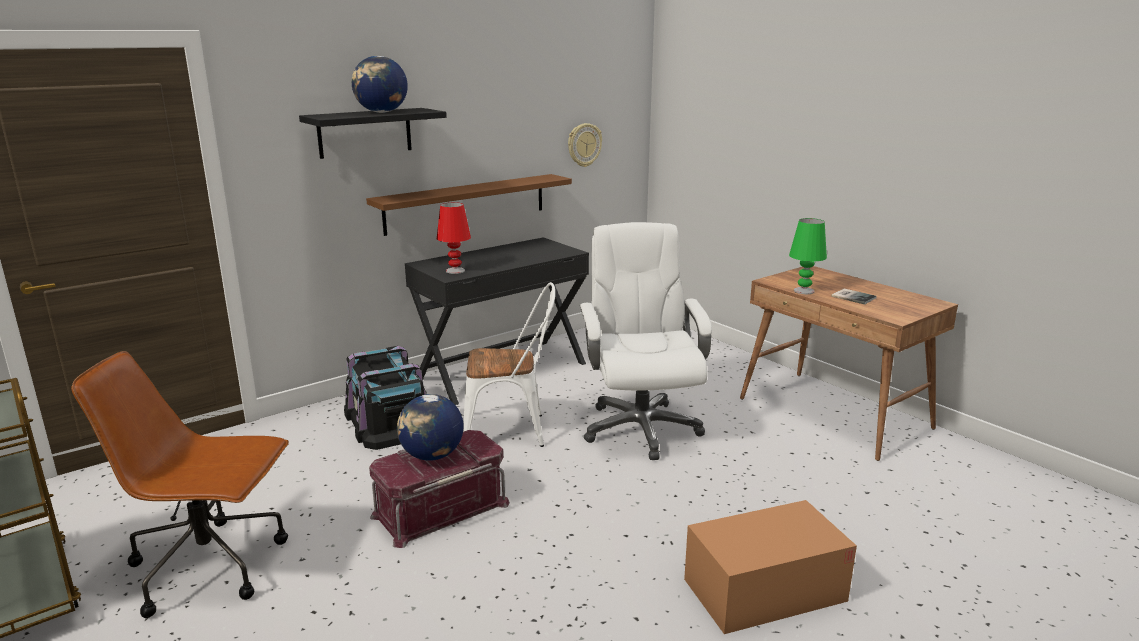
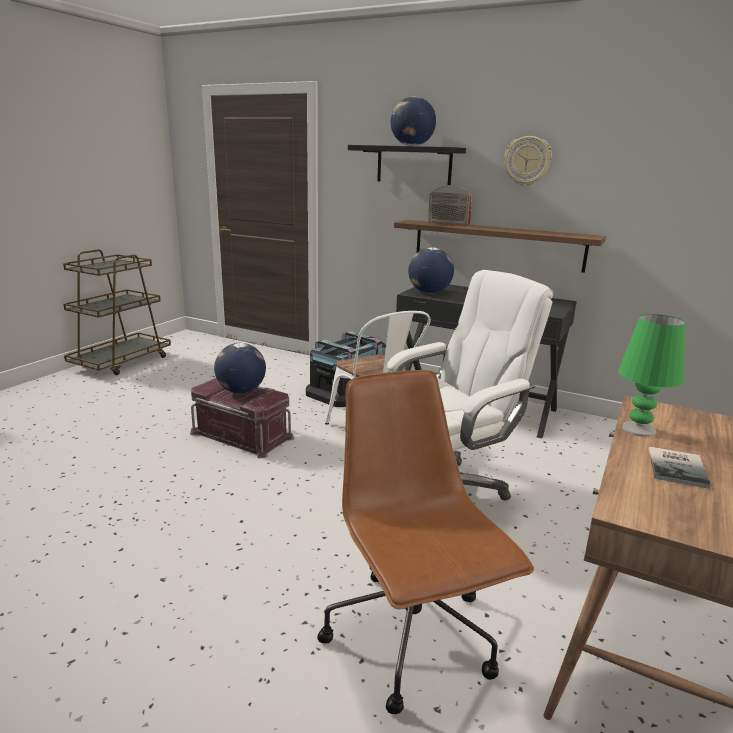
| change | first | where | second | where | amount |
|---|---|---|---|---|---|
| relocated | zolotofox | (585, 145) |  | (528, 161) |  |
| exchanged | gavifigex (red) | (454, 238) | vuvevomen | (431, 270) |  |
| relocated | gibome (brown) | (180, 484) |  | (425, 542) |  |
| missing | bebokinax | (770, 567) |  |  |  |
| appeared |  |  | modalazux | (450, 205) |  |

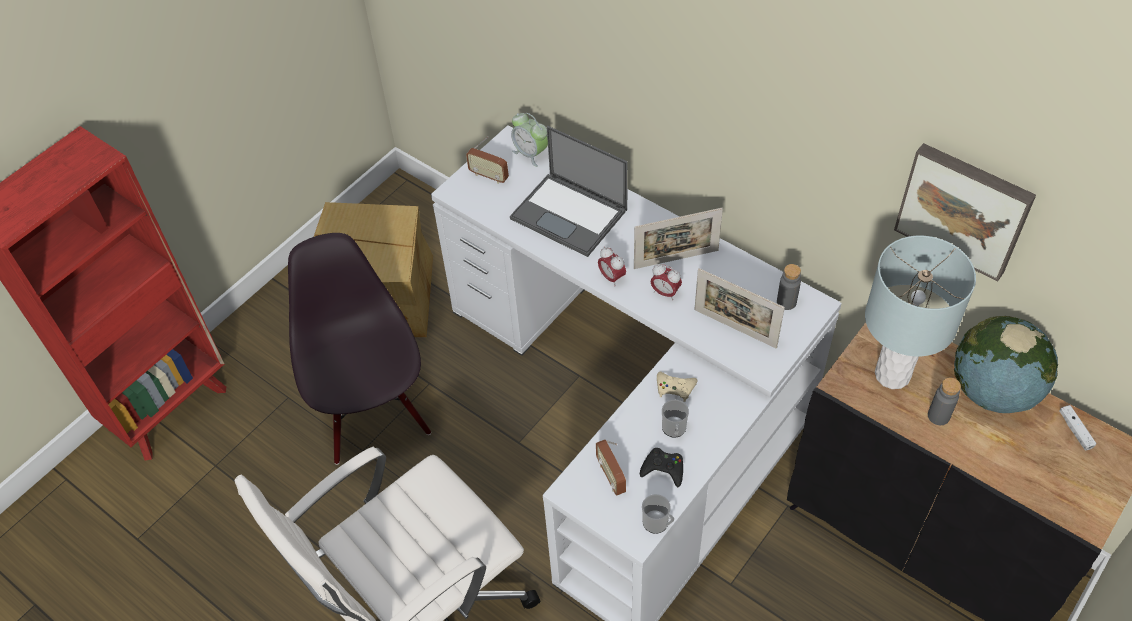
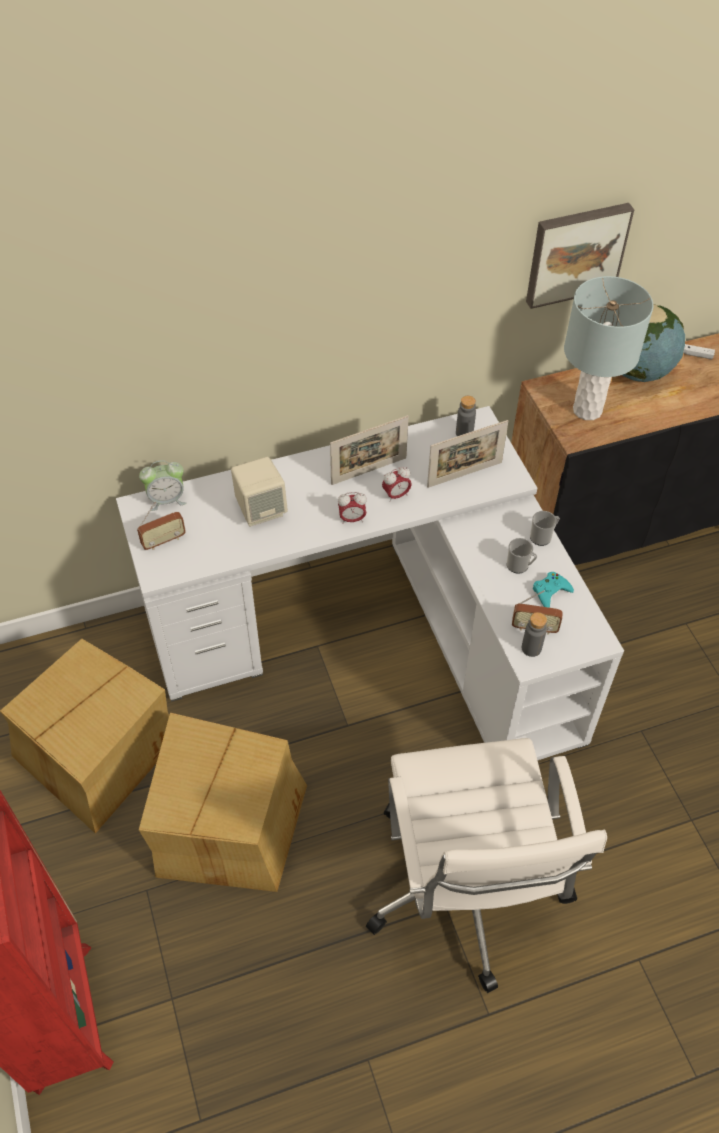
| change | first | where | second | where | amount |
|---|---|---|---|---|---|
| exchanged | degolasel | (569, 191) | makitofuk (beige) | (259, 492) |  |
| spun | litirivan | (678, 238) |  | (369, 450) | 45 degrees clockwise |
| exchanged | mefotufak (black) | (359, 349) | bebokinax | (223, 802) |  |
| missing | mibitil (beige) | (677, 387) |  |  |  |
| relocated | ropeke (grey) | (944, 401) |  | (534, 634) |  |
| colour | mibitil (black) | (661, 467) | mibitil (turquoise) | (553, 590) |  |
| relocated | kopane | (658, 514) |  | (545, 528) |  |

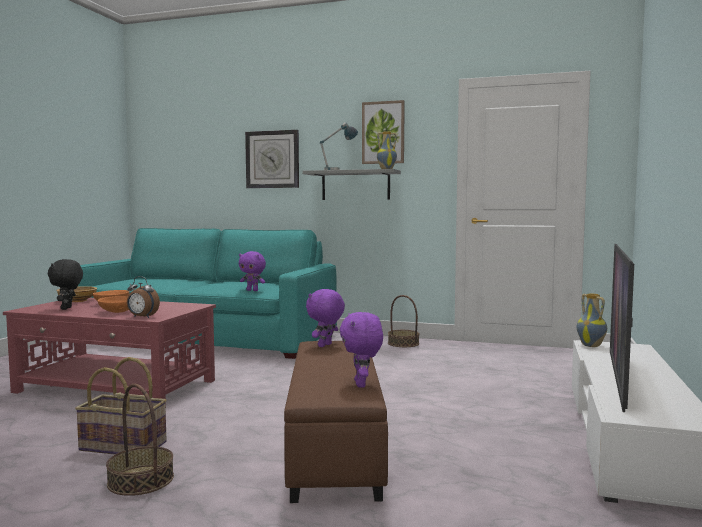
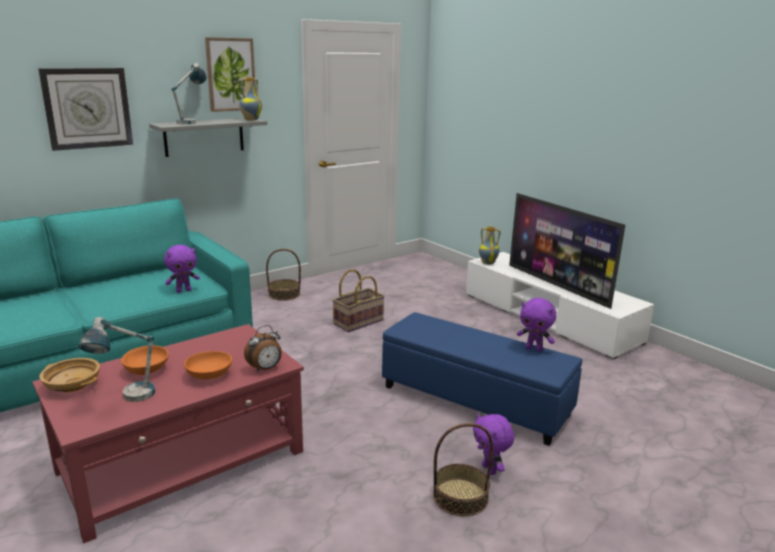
| change | first | where | second | where | amount |
|---|---|---|---|---|---|
| exchanged | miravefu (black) | (65, 284) | gavifigex | (116, 359) |  |
| relocated | miravefu (purple) | (325, 318) |  | (494, 444) |  |
| colour | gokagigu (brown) | (336, 422) | gokagigu (blue) | (482, 379) |  |
| relocated | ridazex | (121, 406) |  | (358, 300) |  |

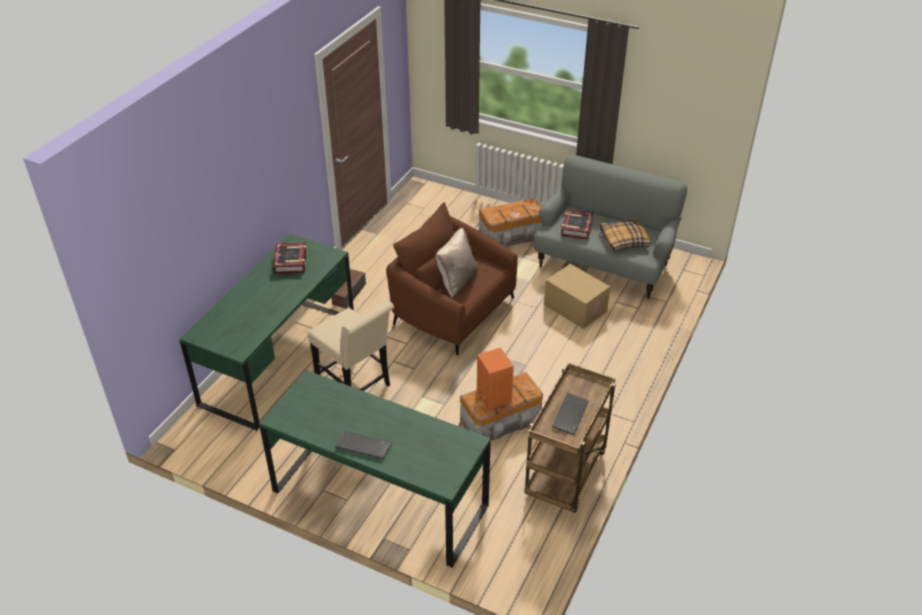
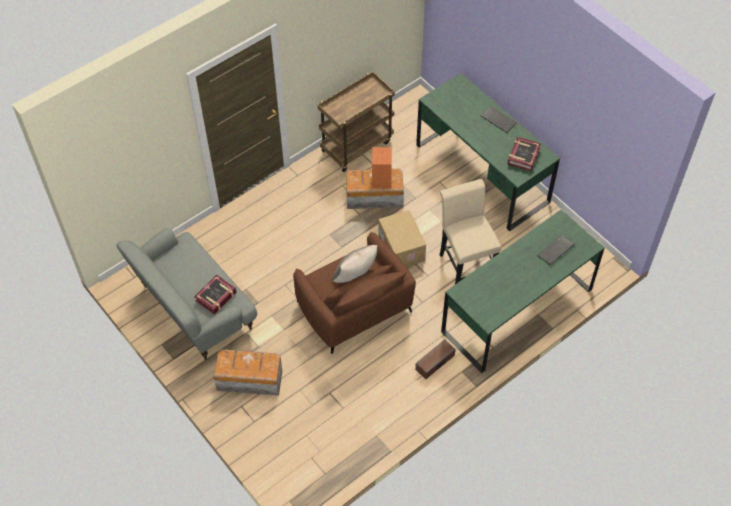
| change | first | where | second | where | amount |
|---|---|---|---|---|---|
| missing | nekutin | (625, 235) |  |  |  |
| relocated | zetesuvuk | (290, 258) |  | (524, 154) |  |
| relocated | bebokinax | (577, 296) |  | (402, 238) |  |
| relocated | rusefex | (570, 414) |  | (556, 250) |  |

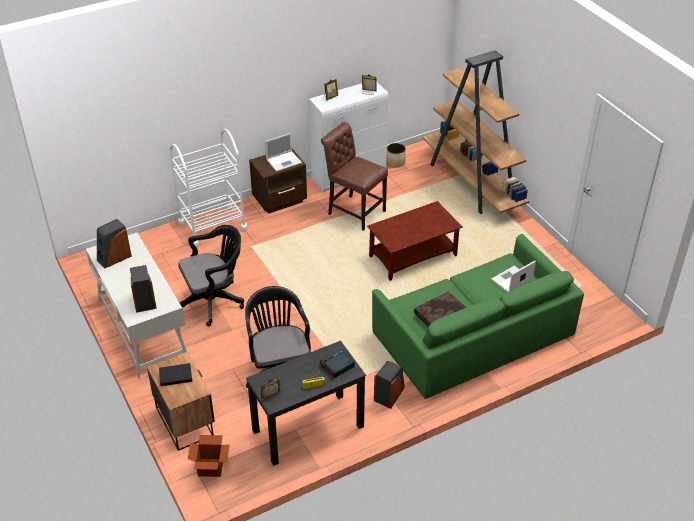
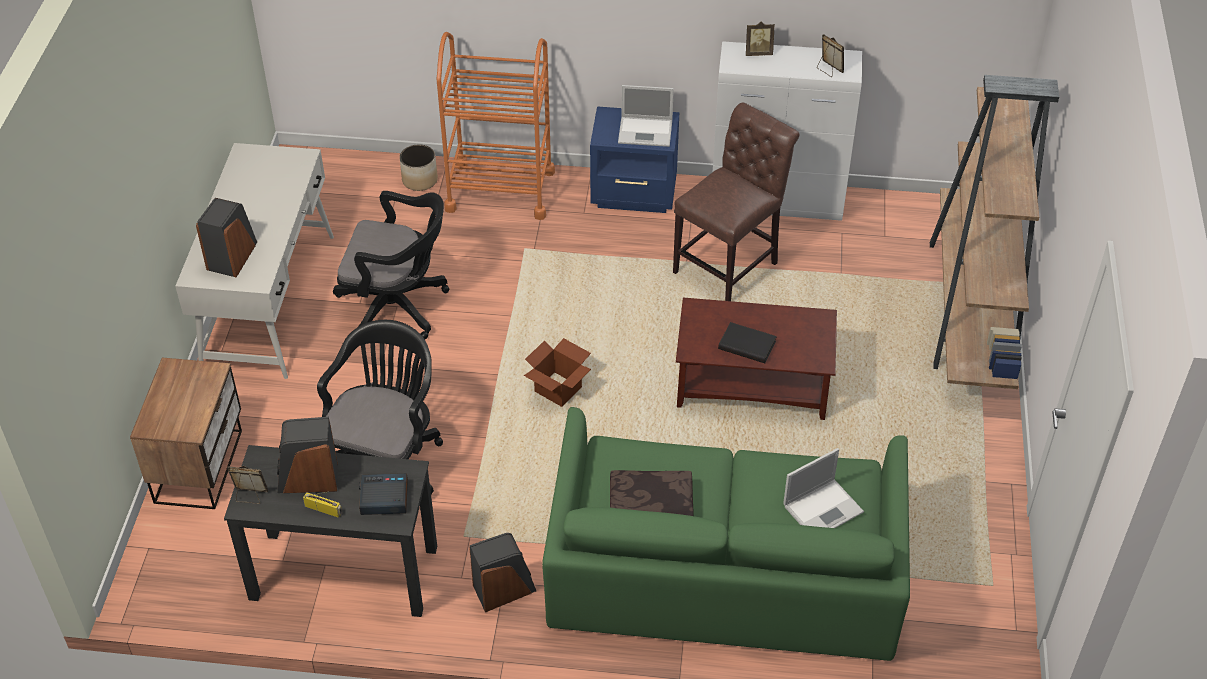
| change | first | where | second | where | amount |
|---|---|---|---|---|---|
| spun | mefotufak (brown) | (354, 176) |  | (736, 201) | 60 degrees clockwise |
| colour | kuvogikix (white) | (208, 188) | kuvogikix (orange) | (496, 126) |  |
| relocated | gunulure | (396, 155) |  | (419, 168) |  |
| colour | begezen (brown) | (278, 181) | begezen (blue) | (634, 159) |  |
| relocated | makitofuk | (114, 243) |  | (307, 455) |  |
| spun | degolasel | (513, 276) |  | (823, 488) | 150 degrees clockwise |
| relocated | zetesuvuk (black) | (175, 374) |  | (747, 342) |  |
| relocated | bebokinax | (209, 456) |  | (557, 372) |  |

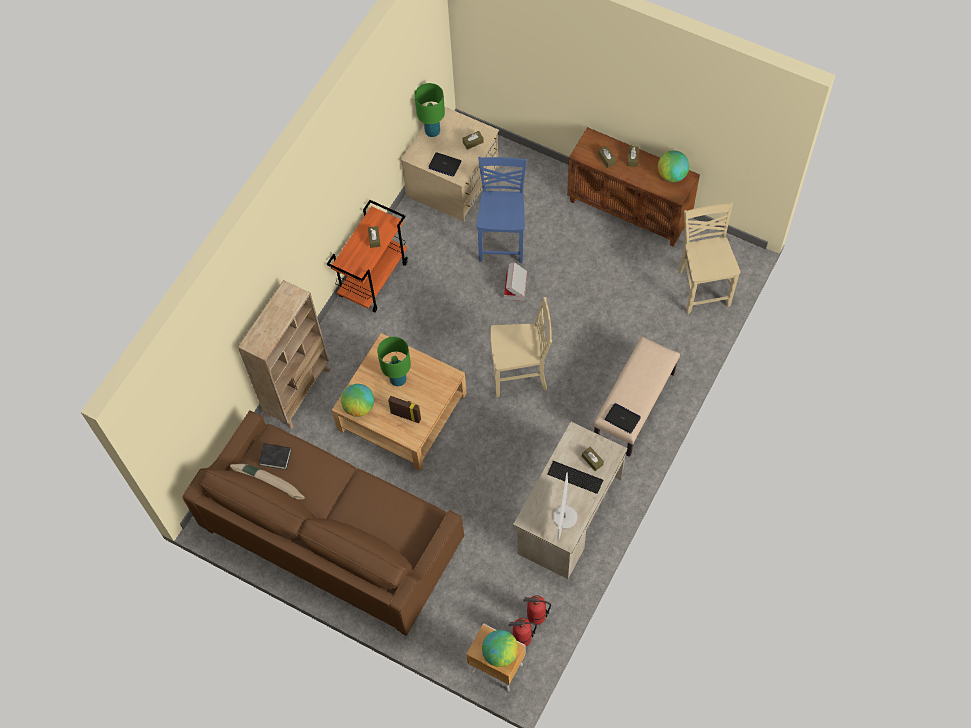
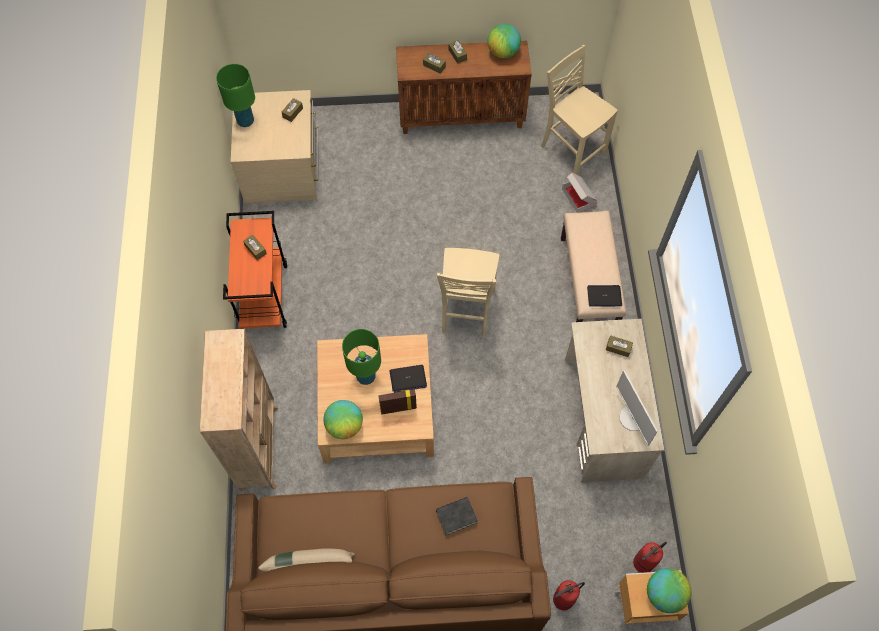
| change | first | where | second | where | amount |
|---|---|---|---|---|---|
| relocated | degolasel | (444, 164) |  | (408, 379) |  |
| missing | mefotufak (blue) | (502, 210) |  |  |  |
| relocated | bebokinax | (515, 281) |  | (579, 192) |  |
| spun | mefotufak (beige) | (521, 347) |  | (468, 293) | 135 degrees clockwise |
| relocated | zetesuvuk (black) | (275, 456) |  | (457, 516) |  |
| missing | rusefex | (575, 477) |  |  |  |
| relocated | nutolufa | (537, 610) |  | (569, 595) |  |

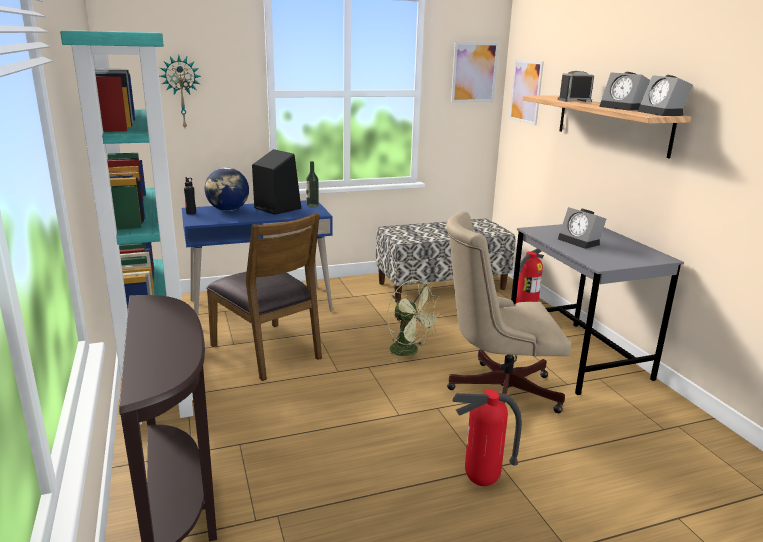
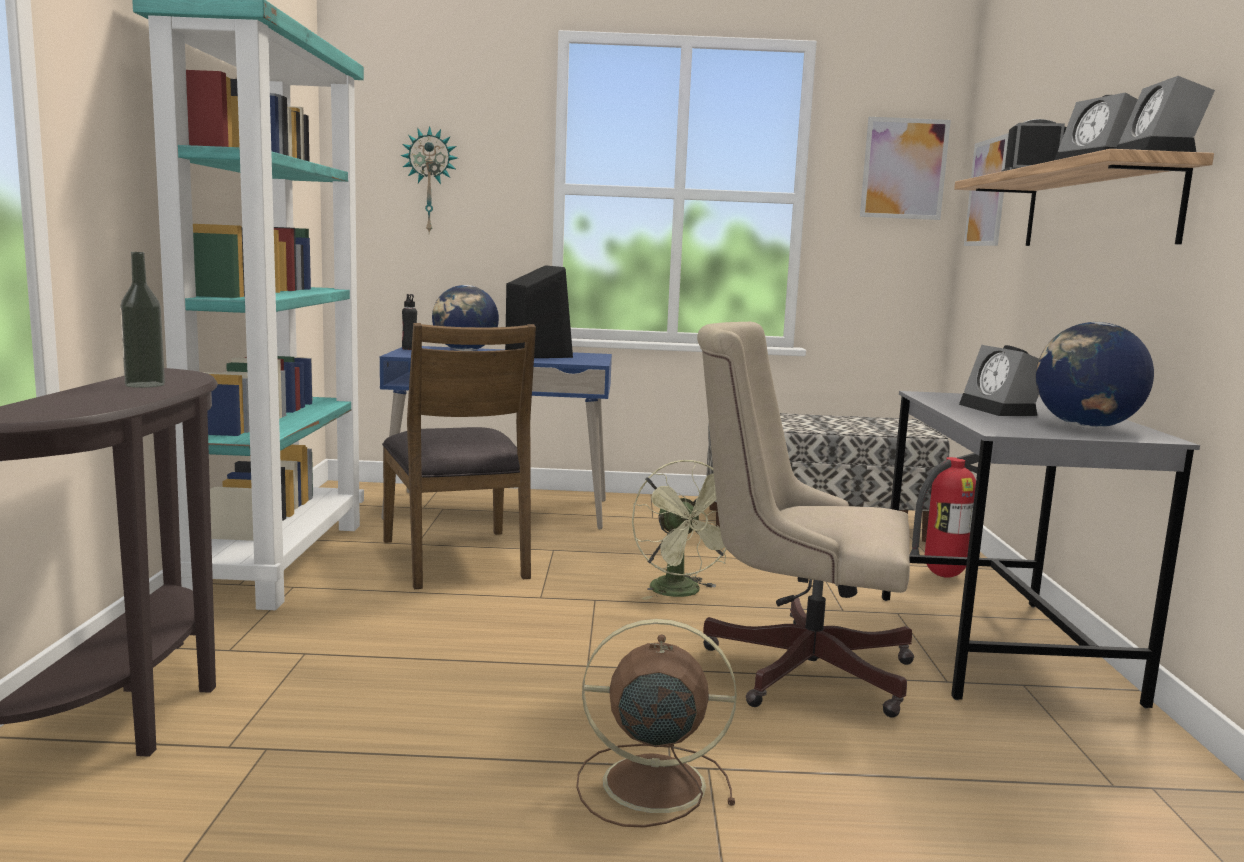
| change | first | where | second | where | amount |
|---|---|---|---|---|---|
| relocated | ropeke | (312, 184) |  | (142, 320) |  |
| exchanged | nutolufa | (487, 437) | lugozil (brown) | (656, 723) |  |
| appeared |  |  | vuvevomen | (1095, 375) |  |

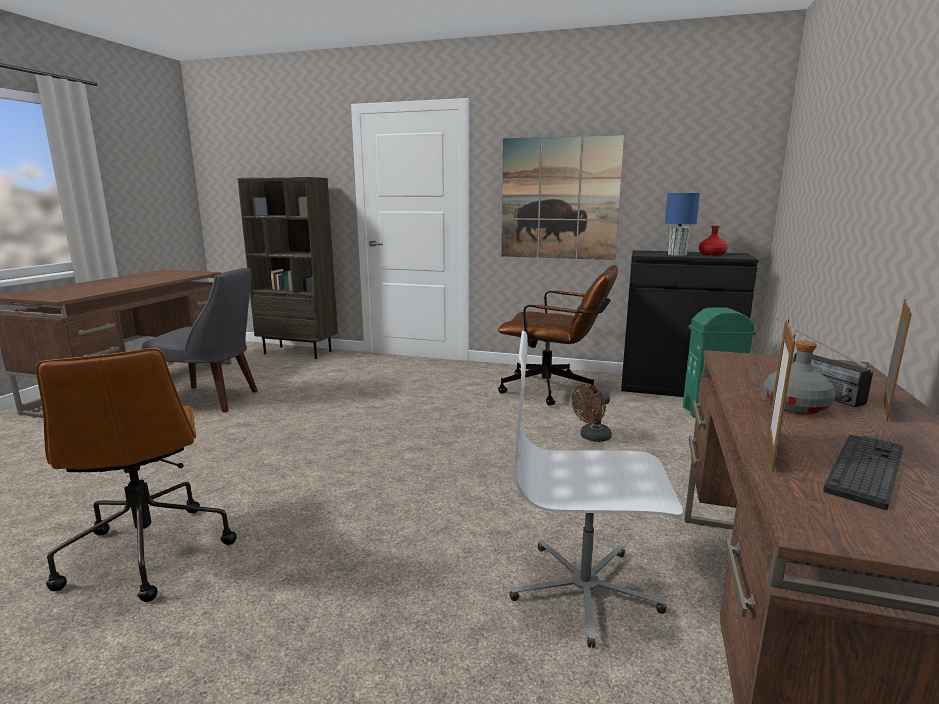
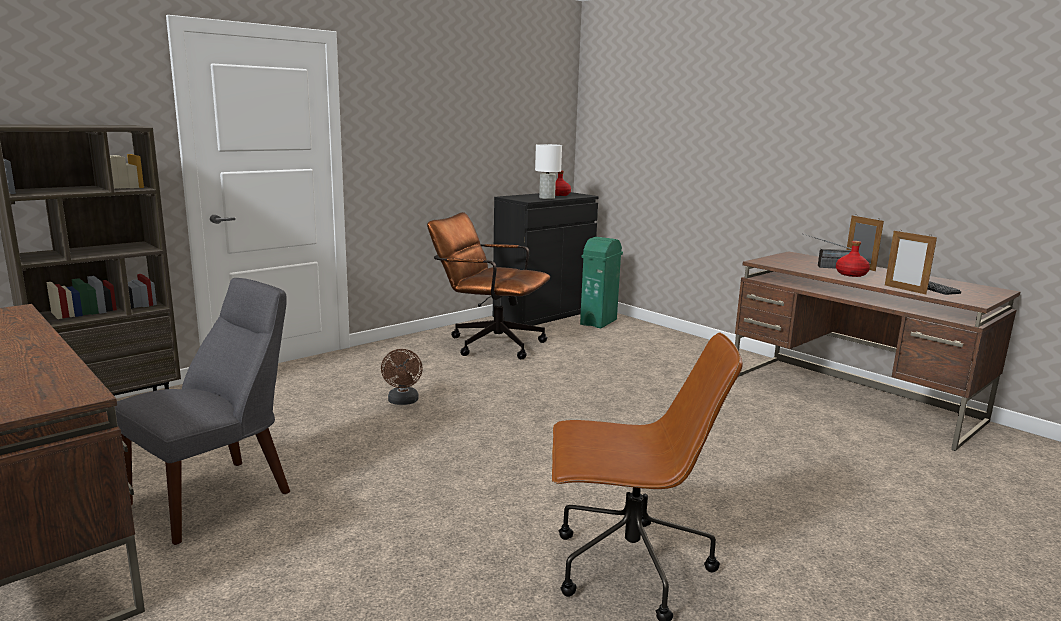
| change | first | where | second | where | amount |
|---|---|---|---|---|---|
| missing | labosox | (562, 197) |  |  |  |
| colour | gavifigex (blue) | (682, 224) | gavifigex (white) | (548, 171) |  |
| spun | gibome (brown) | (558, 335) |  | (488, 286) | 120 degrees counterclockwise |
| missing | gibome (white) | (596, 489) |  |  |  |
| colour | ropeke (grey) | (799, 377) | ropeke (red) | (853, 259) |  |
| relocated | lugozil (brown) | (592, 413) |  | (402, 377) |  |

